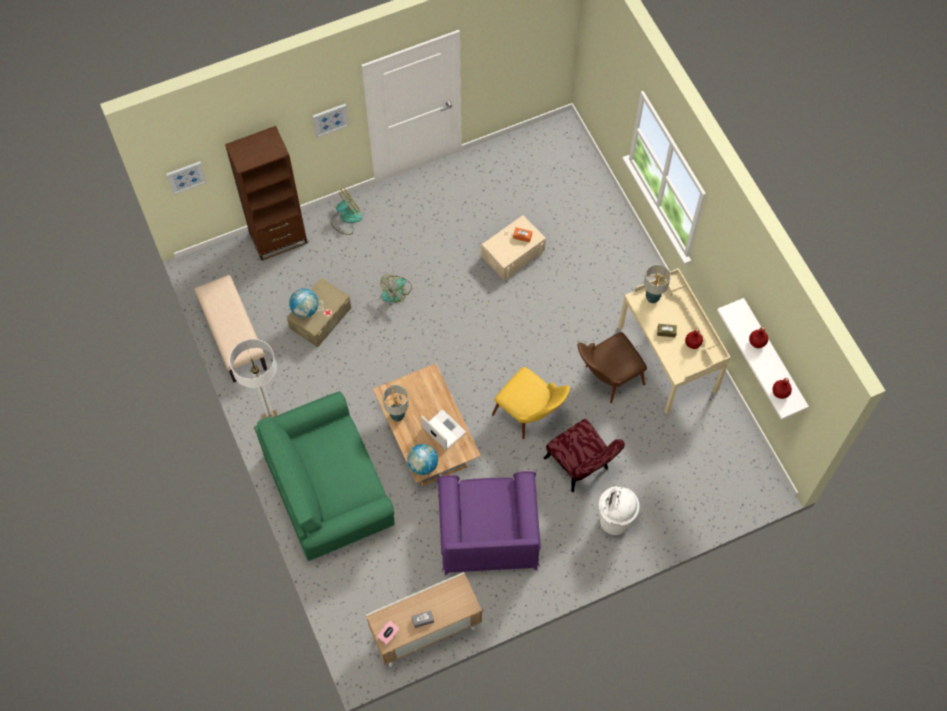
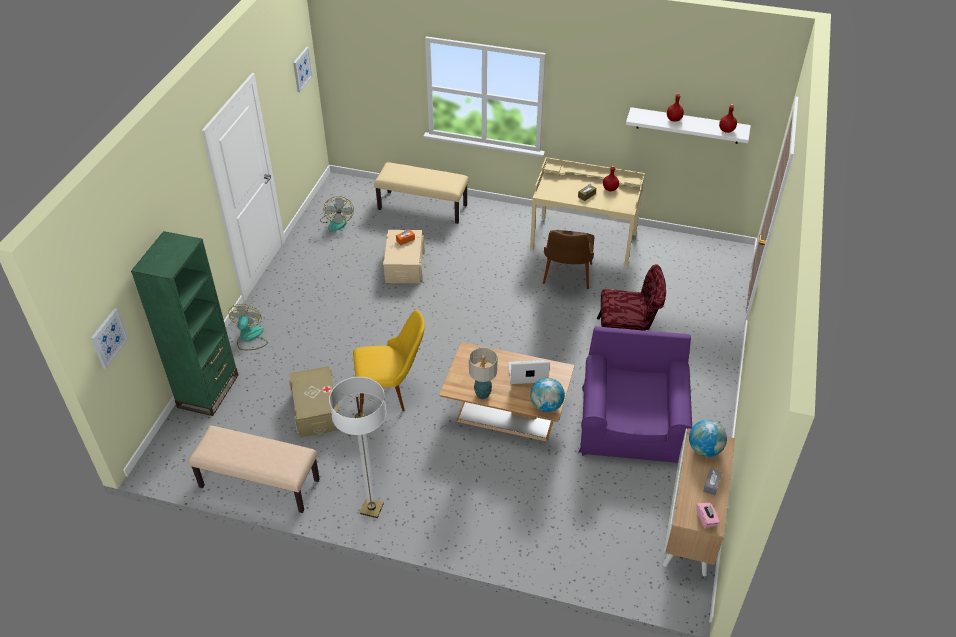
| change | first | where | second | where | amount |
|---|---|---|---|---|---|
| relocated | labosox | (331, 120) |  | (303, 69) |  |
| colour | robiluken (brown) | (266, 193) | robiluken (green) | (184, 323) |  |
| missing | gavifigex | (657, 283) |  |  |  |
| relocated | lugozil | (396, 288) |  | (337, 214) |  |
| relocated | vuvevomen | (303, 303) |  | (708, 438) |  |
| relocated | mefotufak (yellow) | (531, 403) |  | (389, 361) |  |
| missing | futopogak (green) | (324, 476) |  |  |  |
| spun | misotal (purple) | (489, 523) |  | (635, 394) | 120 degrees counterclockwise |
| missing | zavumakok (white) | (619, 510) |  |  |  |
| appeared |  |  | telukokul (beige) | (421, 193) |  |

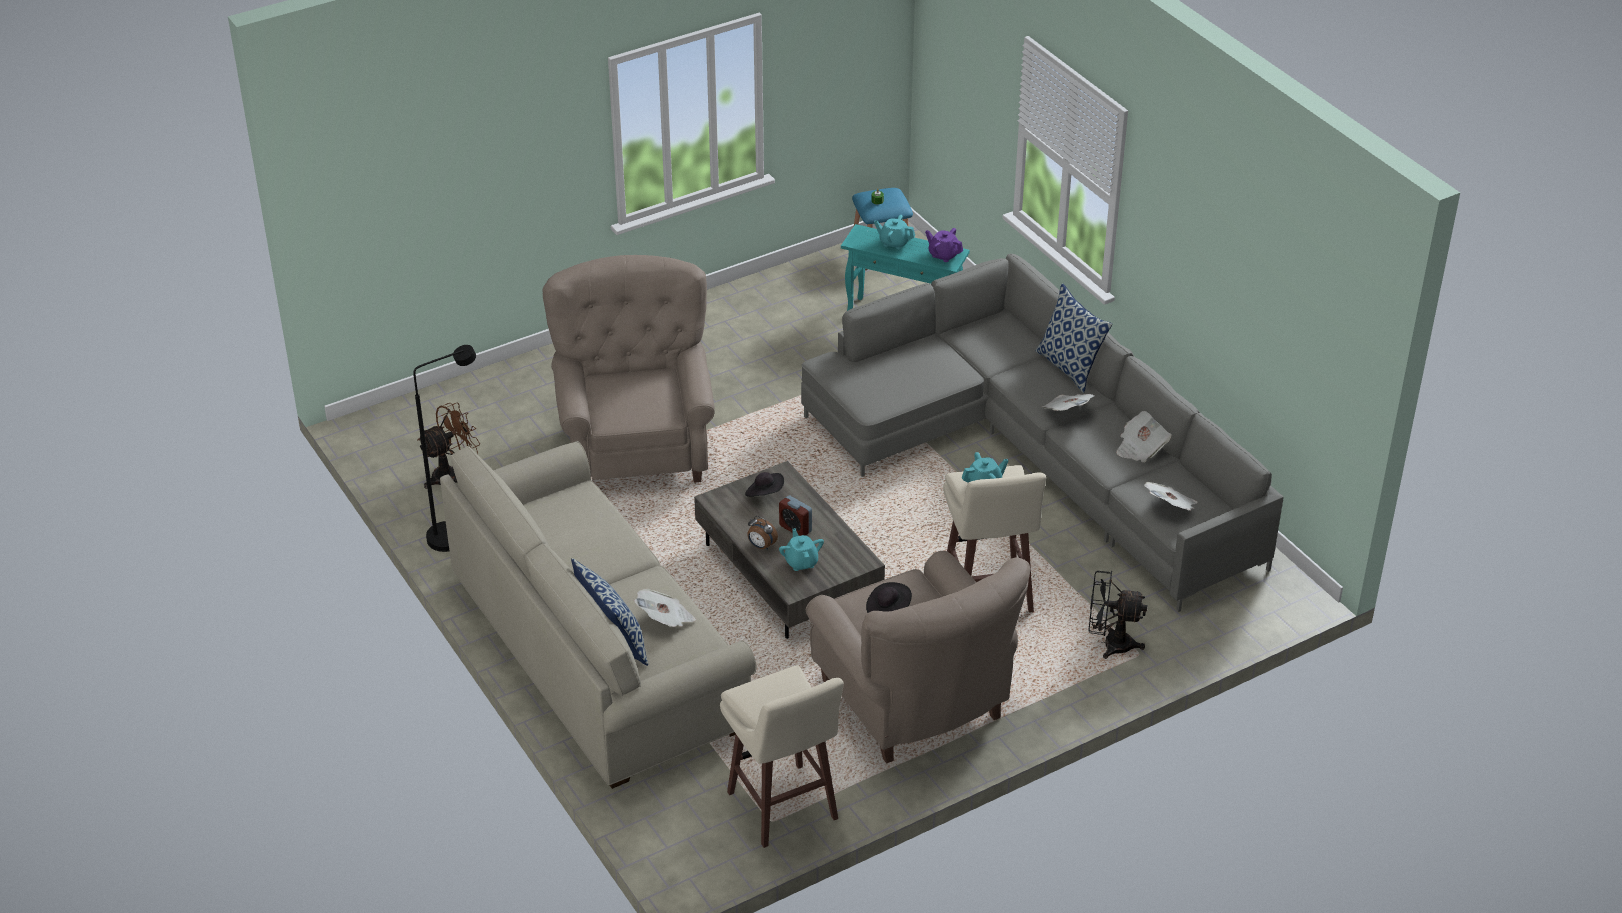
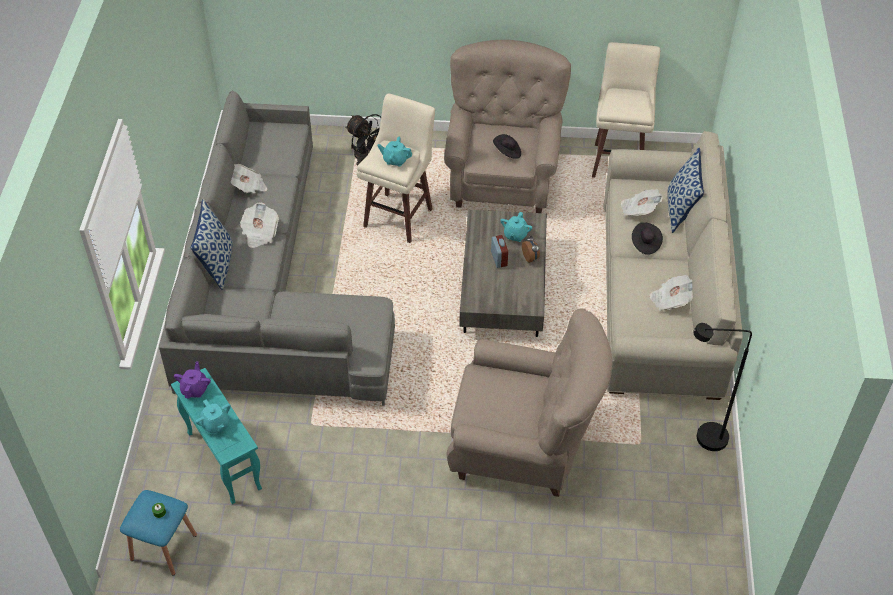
| change | first | where | second | where | amount |
|---|---|---|---|---|---|
| spun | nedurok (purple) | (944, 245) |  | (192, 380) | 150 degrees counterclockwise |
| spun | misotal (beige) | (628, 369) |  | (529, 403) | 105 degrees counterclockwise |
| missing | lugozil (brown) | (448, 446) |  |  |  |
| relocated | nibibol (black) | (764, 484) |  | (647, 238) |  |
| relocated | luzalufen | (1171, 496) |  | (671, 293) |  |

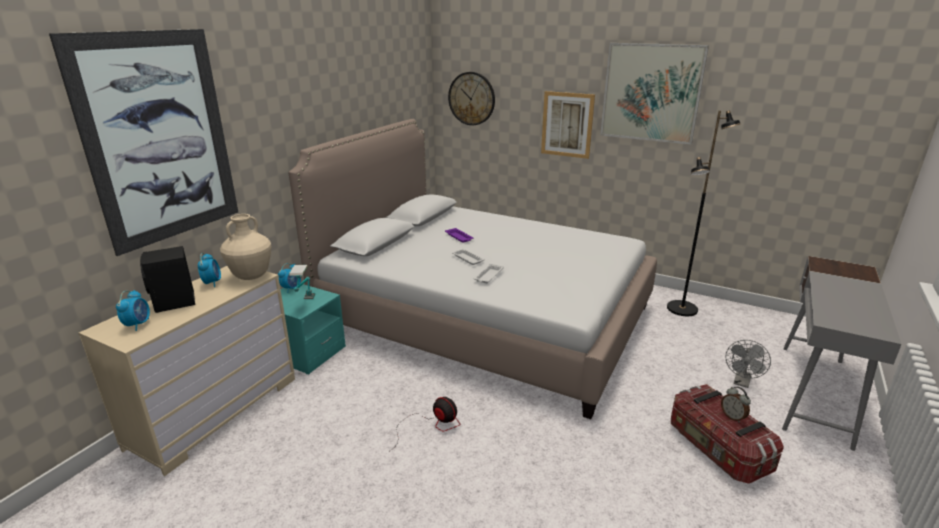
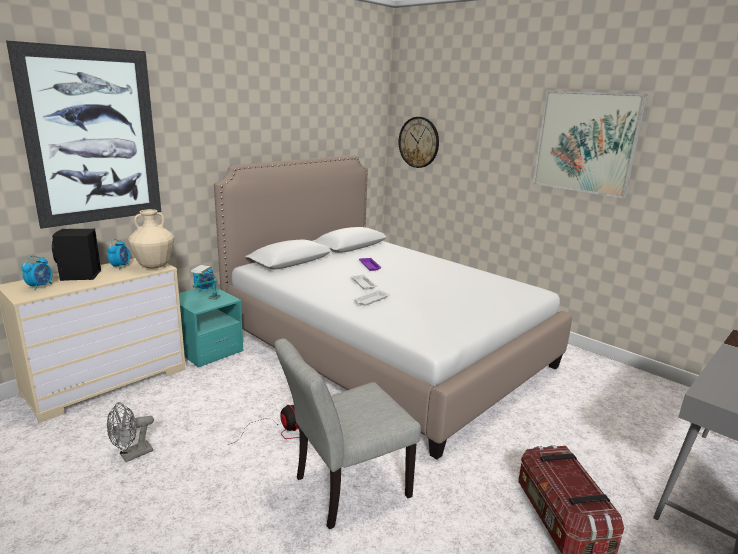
| change | first | where | second | where | amount |
|---|---|---|---|---|---|
| missing | labosox | (568, 125) |  |  |  |
| missing | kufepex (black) | (704, 213) |  |  |  |
| relocated | lugozil (grey) | (748, 364) |  | (130, 432) |  |
| missing | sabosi | (736, 405) |  |  |  |
| appeared |  |  | mefotufak (grey) | (347, 433) |  |

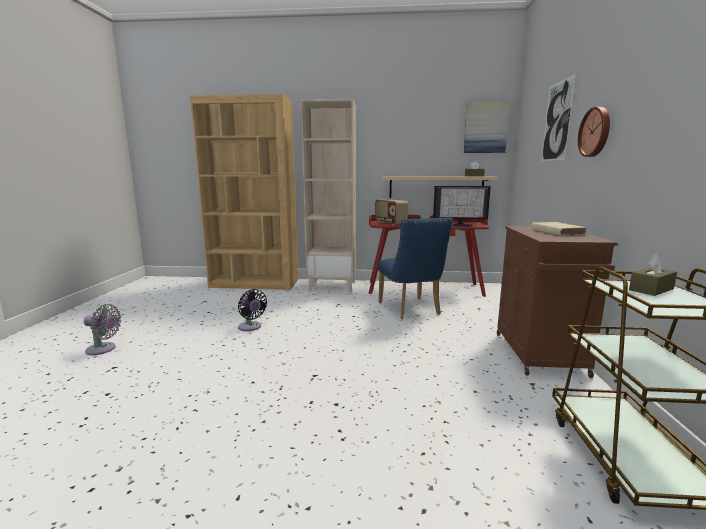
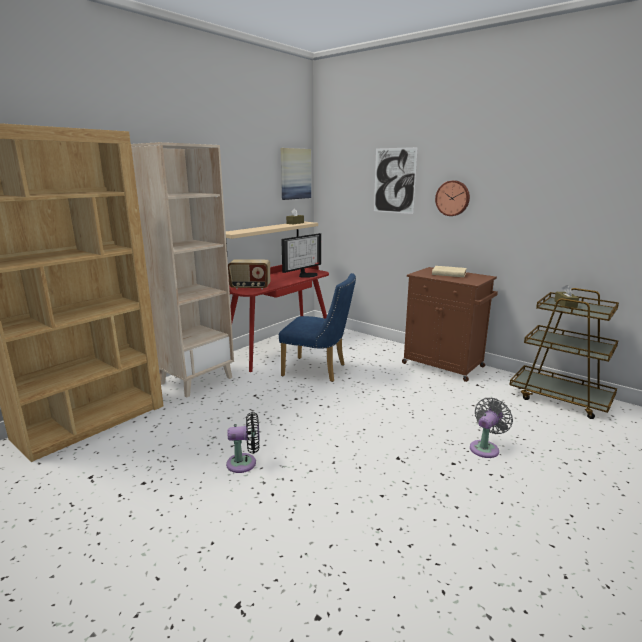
| change | first | where | second | where | amount |
|---|---|---|---|---|---|
| relocated | lugozil (grey) | (102, 329) |  | (491, 428) |  |

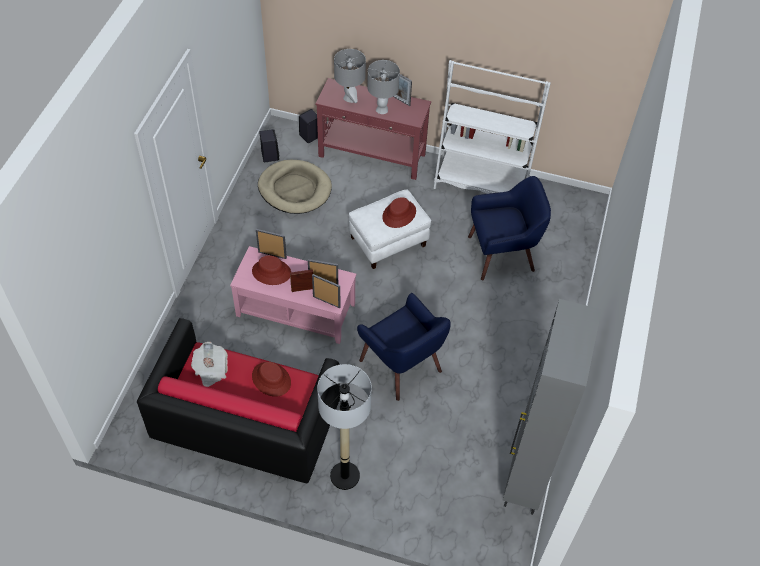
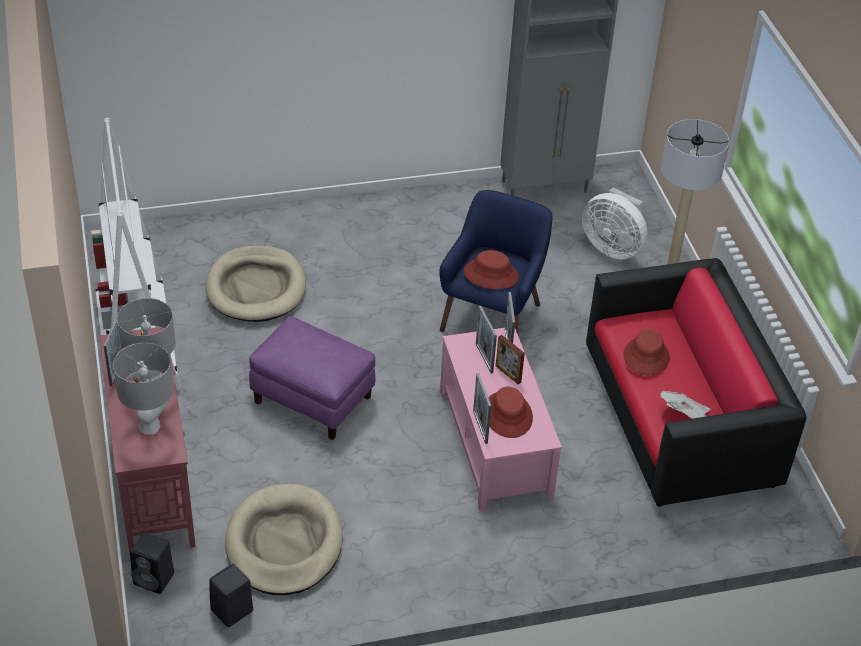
| change | first | where | second | where | amount |
|---|---|---|---|---|---|
| exchanged | misotal (blue) | (509, 228) | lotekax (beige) | (256, 284) |  |
| colour | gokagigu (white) | (390, 229) | gokagigu (purple) | (312, 378) |  |
| relocated | nibibol (red) | (399, 212) |  | (491, 269) |  |
| appeared |  |  | lugozil (white) | (615, 223) |  |

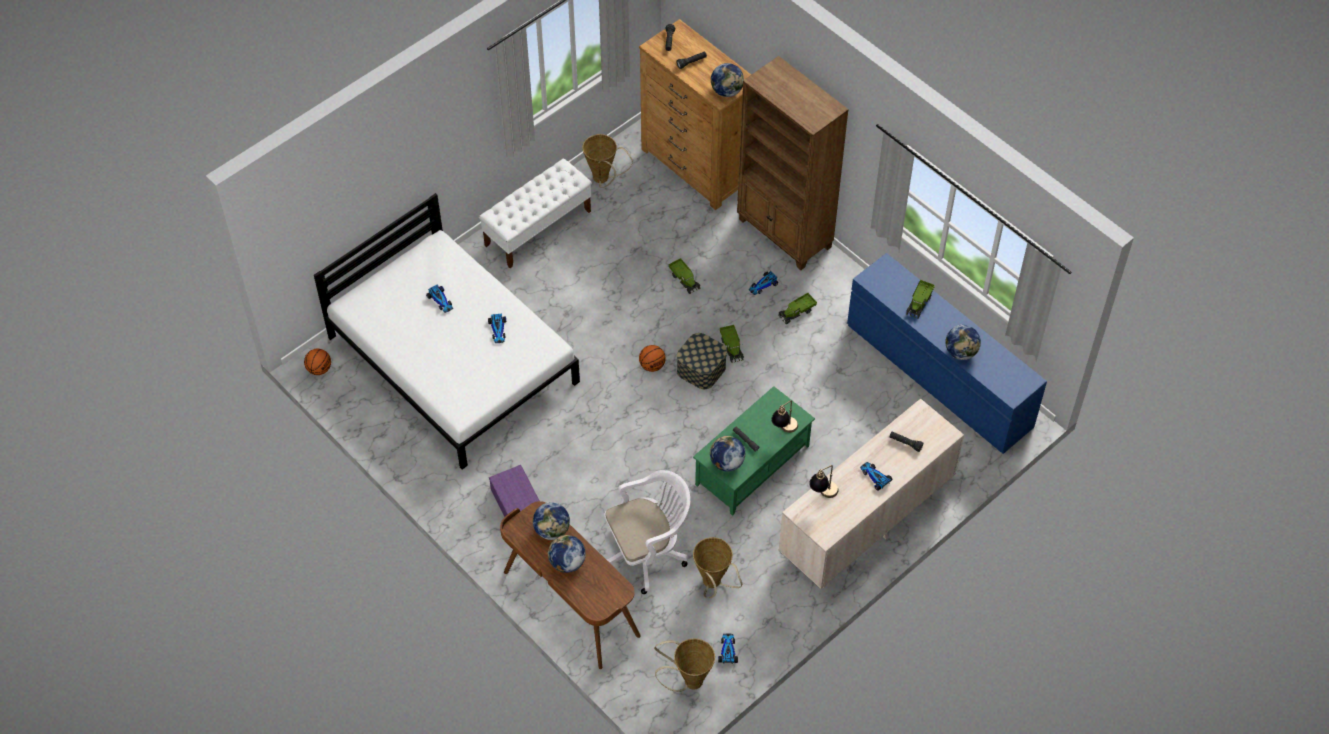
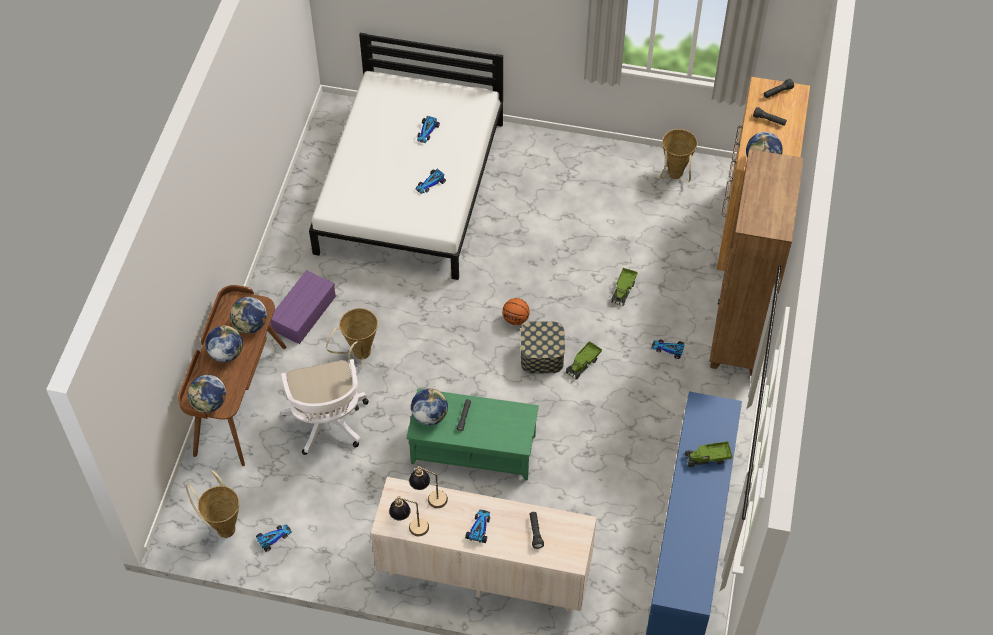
| change | first | where | second | where | amount |
|---|---|---|---|---|---|
| missing | telukokul (white) | (535, 213) |  |  |  |
| missing | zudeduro | (797, 308) |  |  |  |
| relocated | vuvevomen | (963, 342) |  | (207, 394) |  |
| missing | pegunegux | (317, 362) |  |  |  |
| relocated | gavifigex | (784, 416) |  | (409, 516) |  |
| spun | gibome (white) | (647, 532) |  | (325, 407) | 45 degrees clockwise |
| relocated | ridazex | (717, 567) |  | (352, 337) |  |

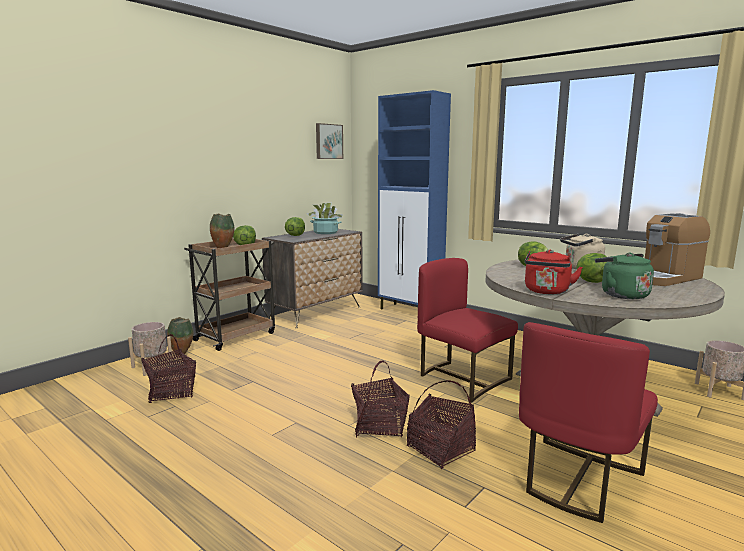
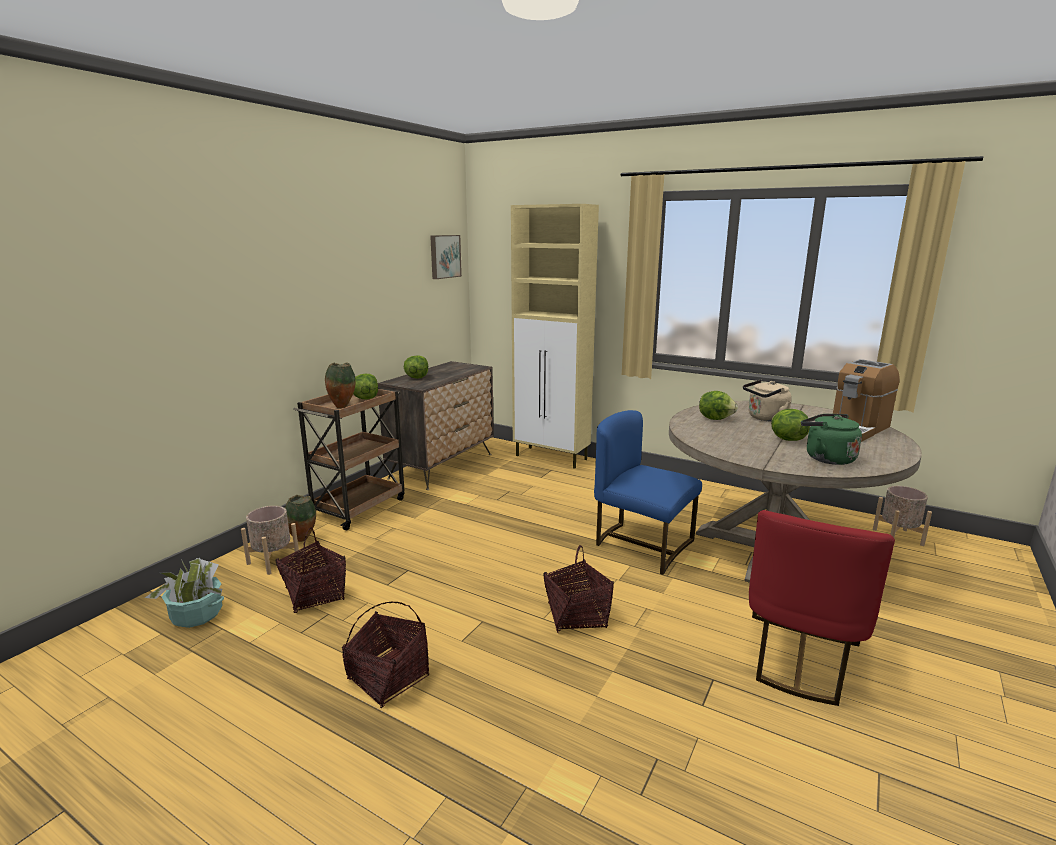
| change | first | where | second | where | amount |
|---|---|---|---|---|---|
| colour | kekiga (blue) | (414, 199) | kekiga (beige) | (555, 336) |  |
| relocated | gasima | (325, 218) |  | (184, 593) |  |
| missing | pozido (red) | (554, 271) |  |  |  |
| colour | mefotufak (red) | (467, 330) | mefotufak (blue) | (648, 492) |  |
| relocated | ridazex | (441, 425) |  | (385, 655) |  |

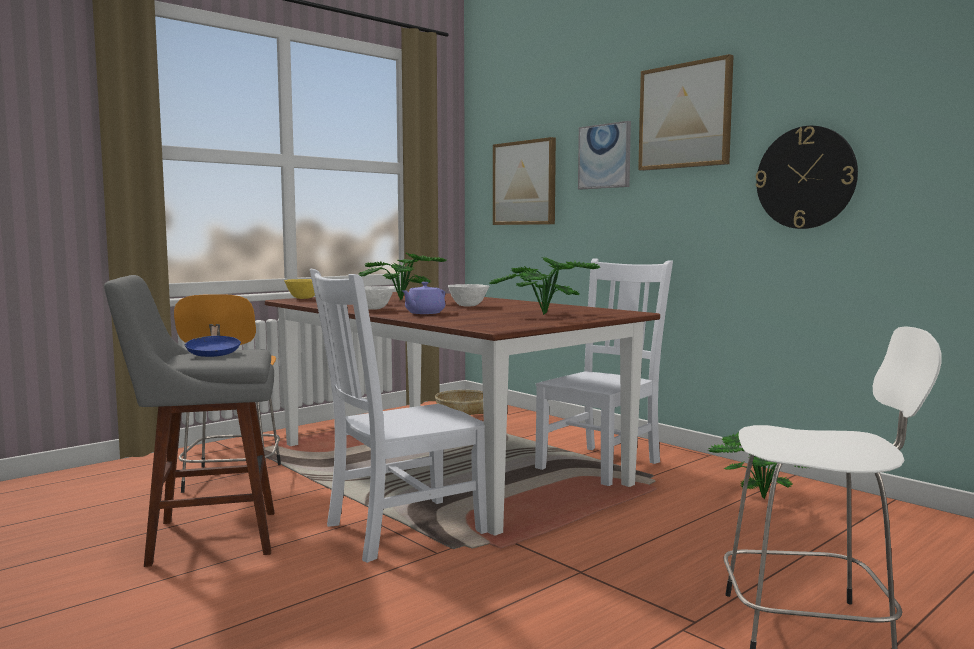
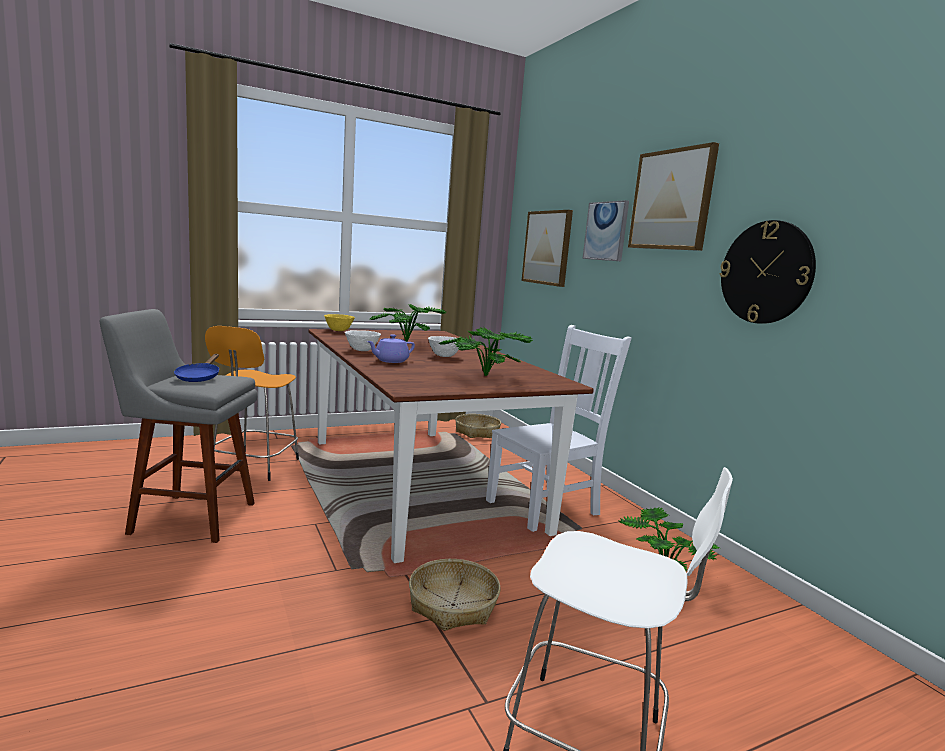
| change | first | where | second | where | amount |
|---|---|---|---|---|---|
| missing | mefotufak (white) | (398, 416) |  |  |  |
| appeared |  |  | ridazex | (455, 595) |  |

